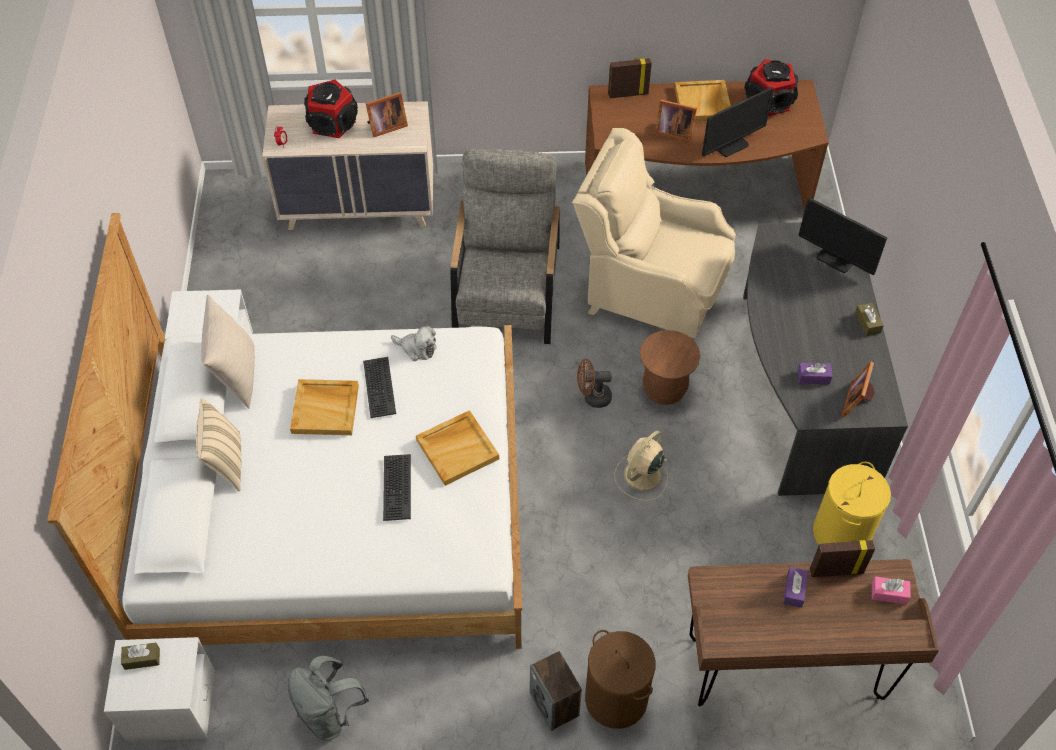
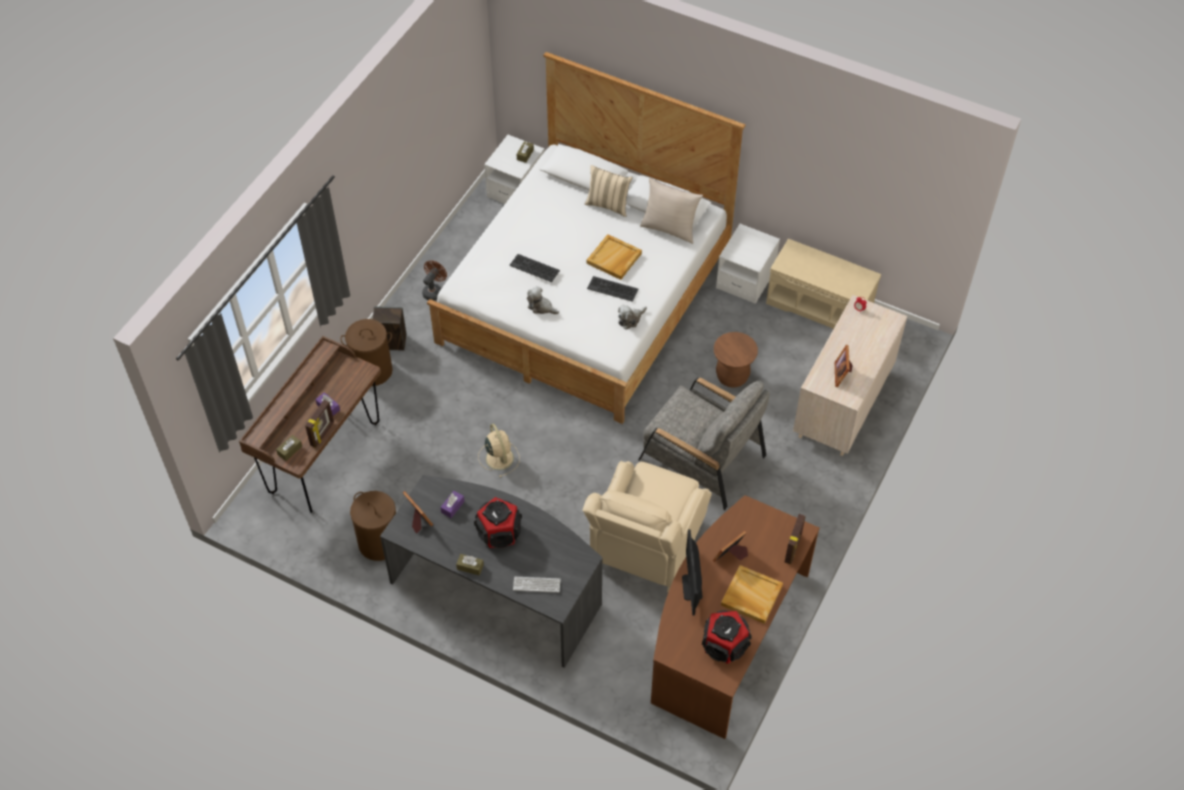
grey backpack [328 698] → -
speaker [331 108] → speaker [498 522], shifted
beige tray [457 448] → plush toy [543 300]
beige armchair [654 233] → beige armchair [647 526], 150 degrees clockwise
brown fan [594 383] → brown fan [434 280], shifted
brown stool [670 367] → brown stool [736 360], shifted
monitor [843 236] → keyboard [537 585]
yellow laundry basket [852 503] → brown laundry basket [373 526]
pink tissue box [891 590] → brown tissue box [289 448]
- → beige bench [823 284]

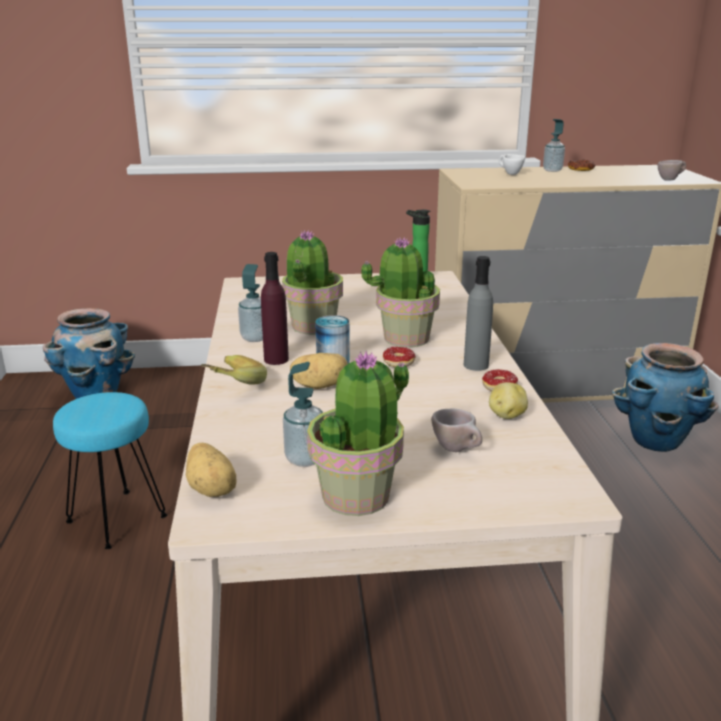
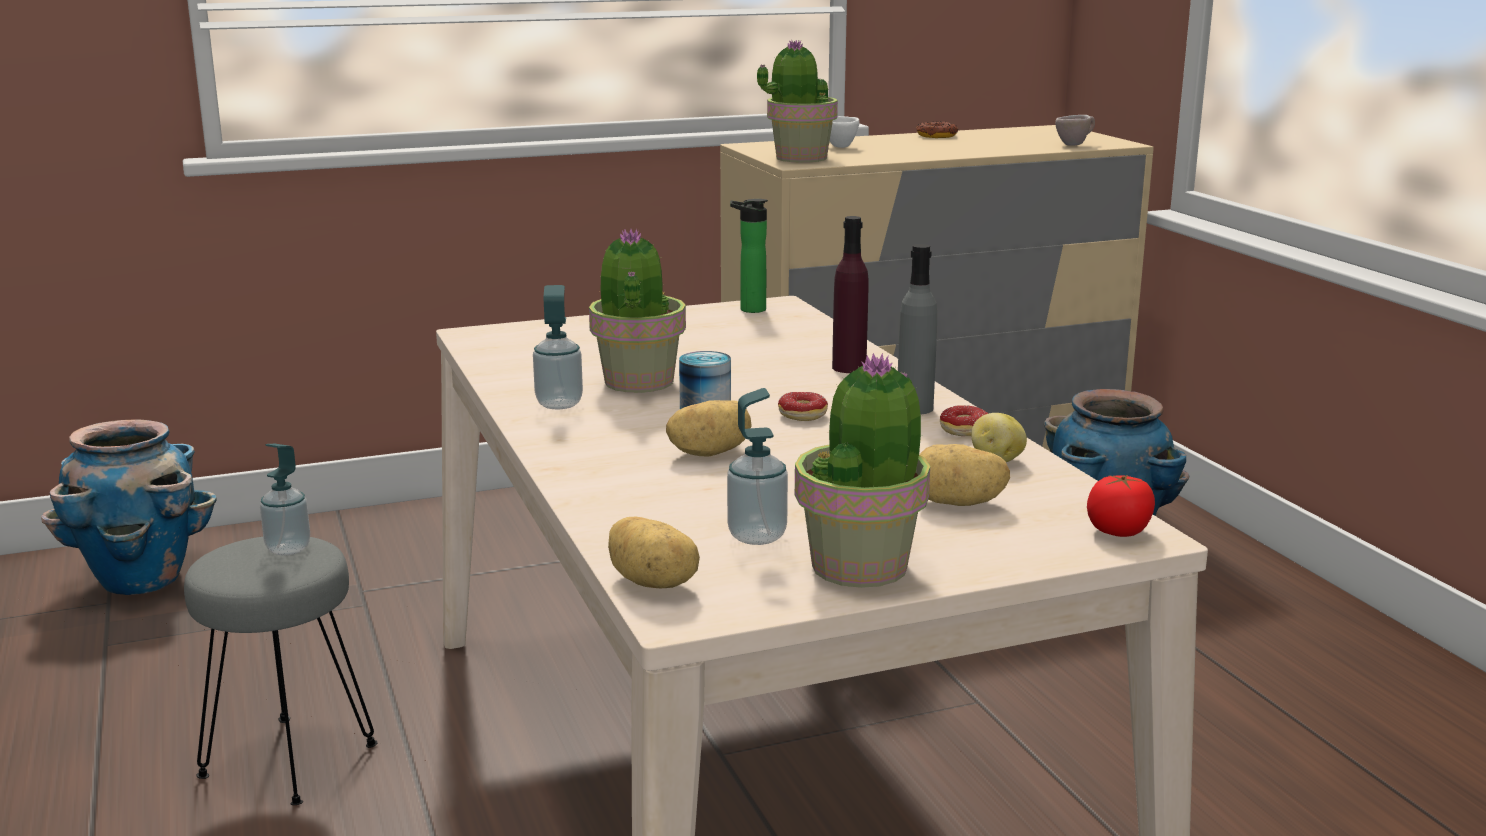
turquoise stool [110 470] → grey stool [281 671]
banana [234 369] → -
purple bottle [275 308] → purple bottle [850 294], shifted
potted plant [400 292] → potted plant [797 101], shifted
beige cup [456 430] → potato [965 475]
soap dispenser [554 145] → soap dispenser [285 500], shifted
- → tomato [1121 506]

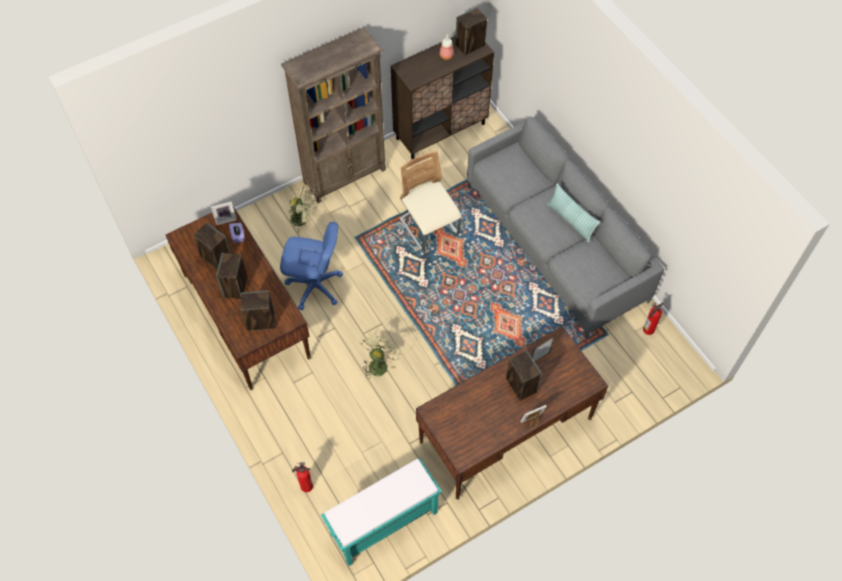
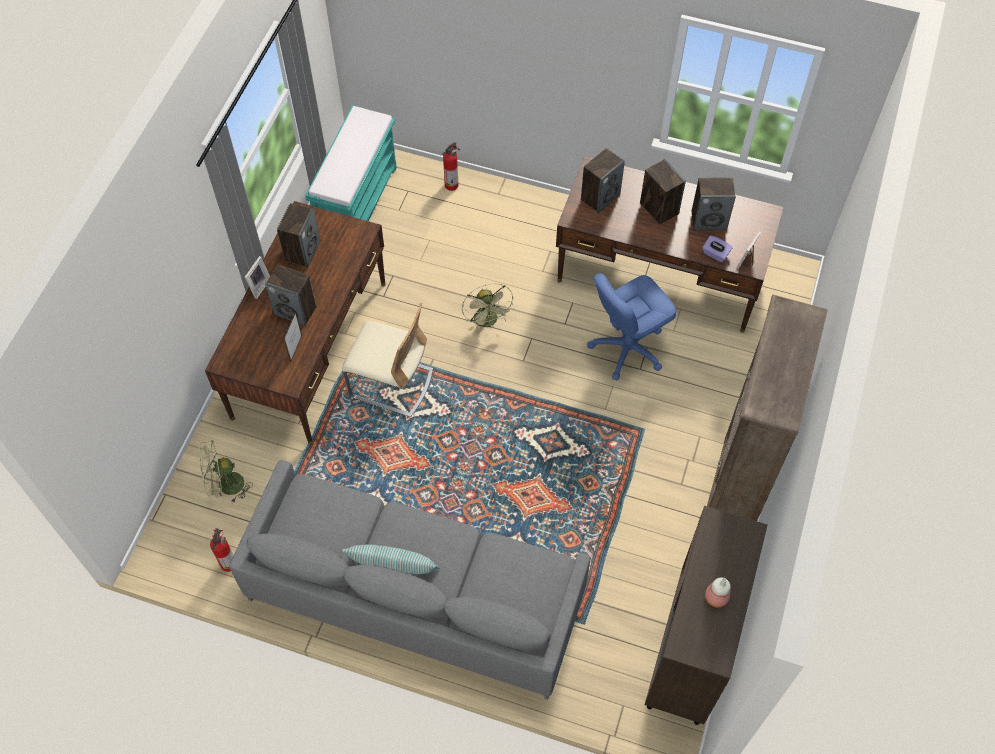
green fan [302 209] → green fan [226 471], shifted
beige chair [430 201] → beige chair [387 360], shifted
speaker [471 31] → speaker [298 235], shifted

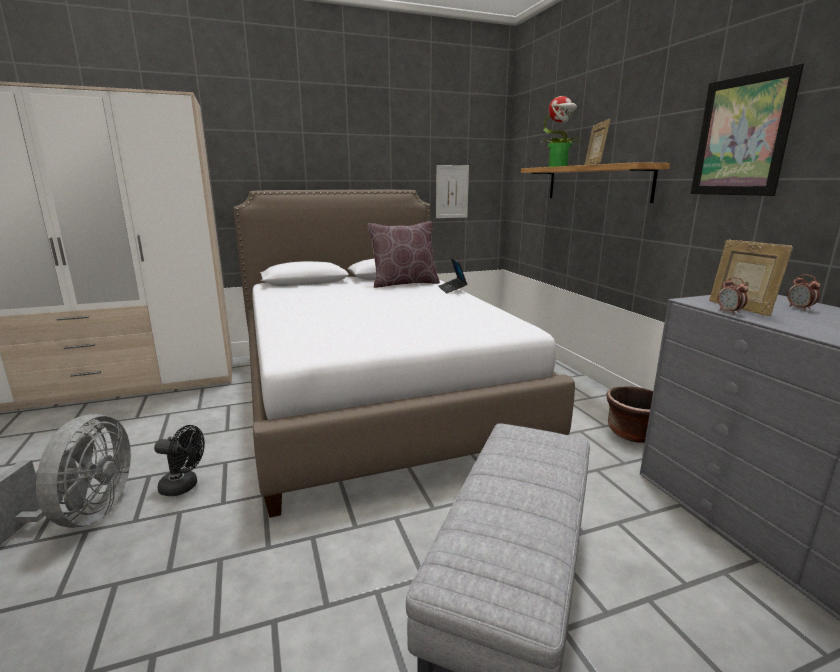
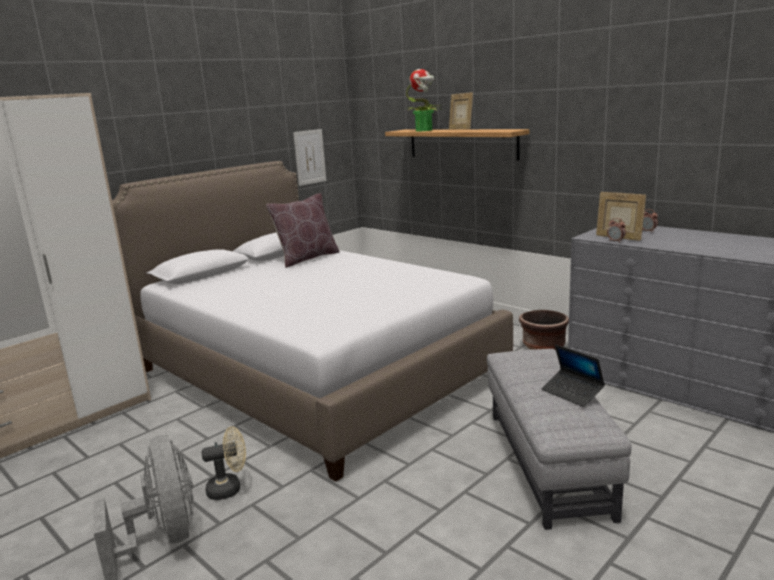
black fan [179 460] → beige fan [224 463]
laptop [452 275] → laptop [573 375], shifted
picture [747 129] → -

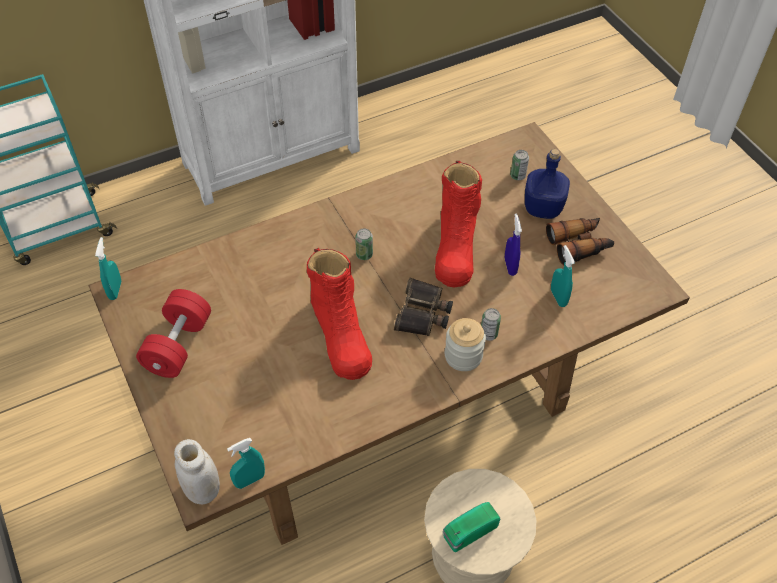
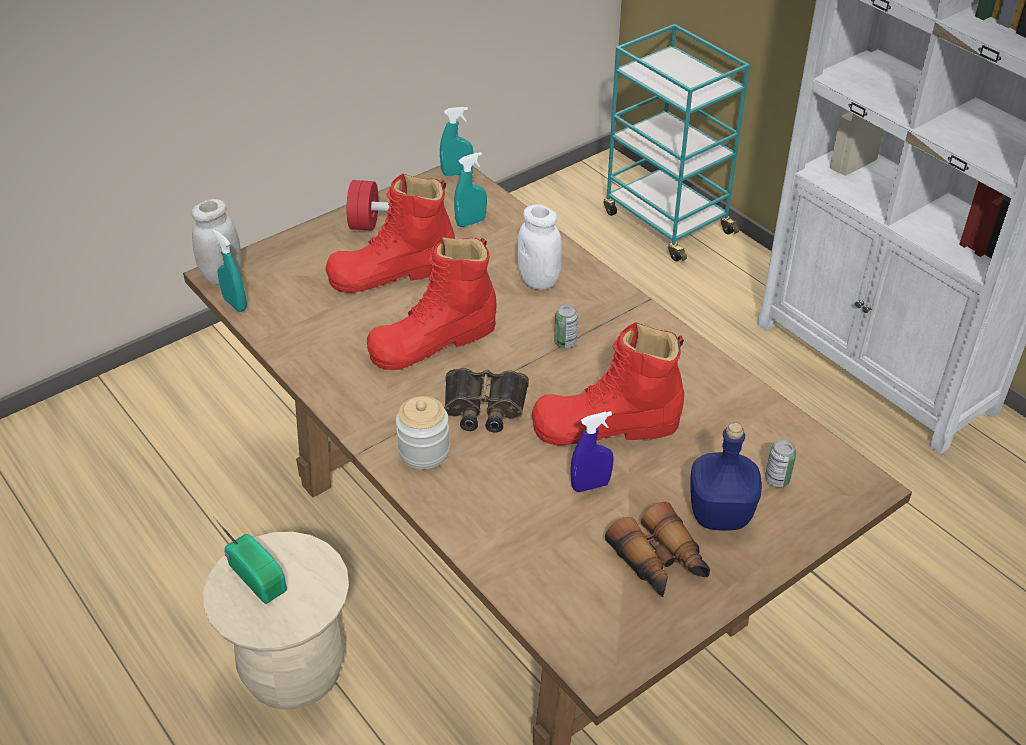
can [491 324] → -
turquoise spray bottle [563 276] → turquoise spray bottle [470 189], shifted
- → red boot [390 233]
- → white jar [539 247]

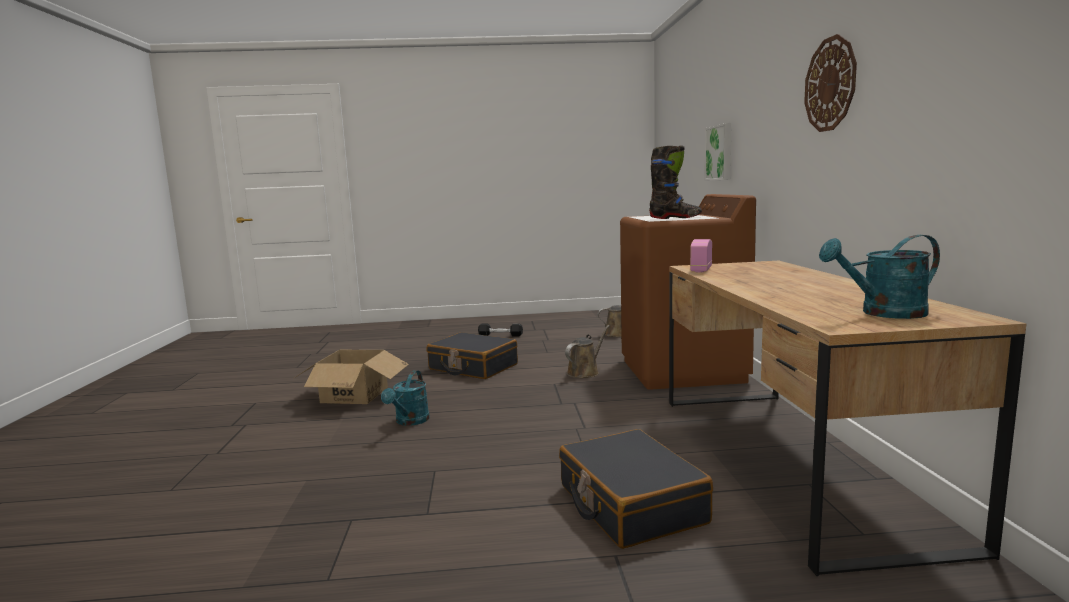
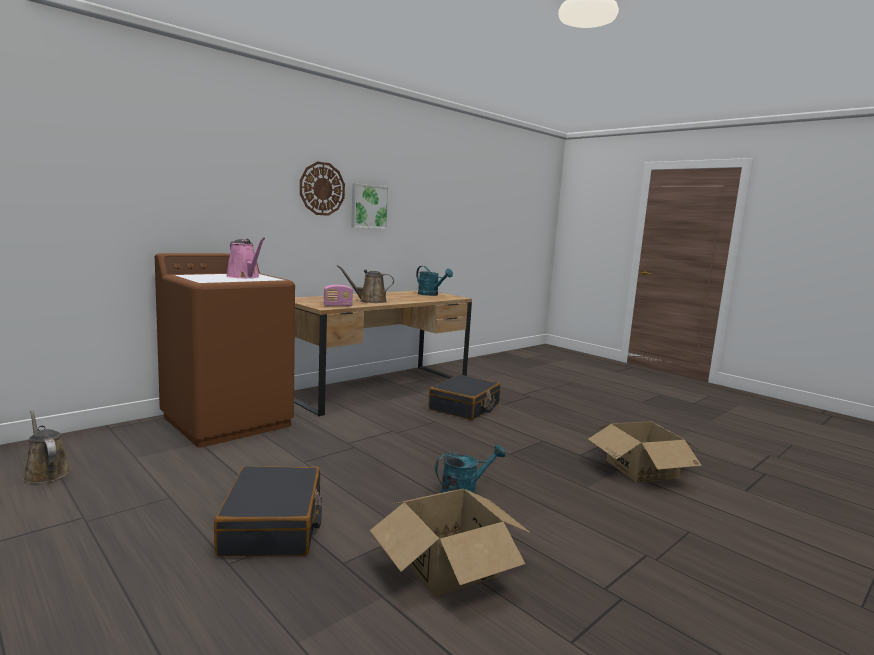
black dumbbell [500 330] → -
brown watering can [587 351] → brown watering can [365 284], shifted
black boot [675 182] → pink watering can [245 257]
picture [718 151] → picture [370 206], shifted
- → cardboard box [646 452]

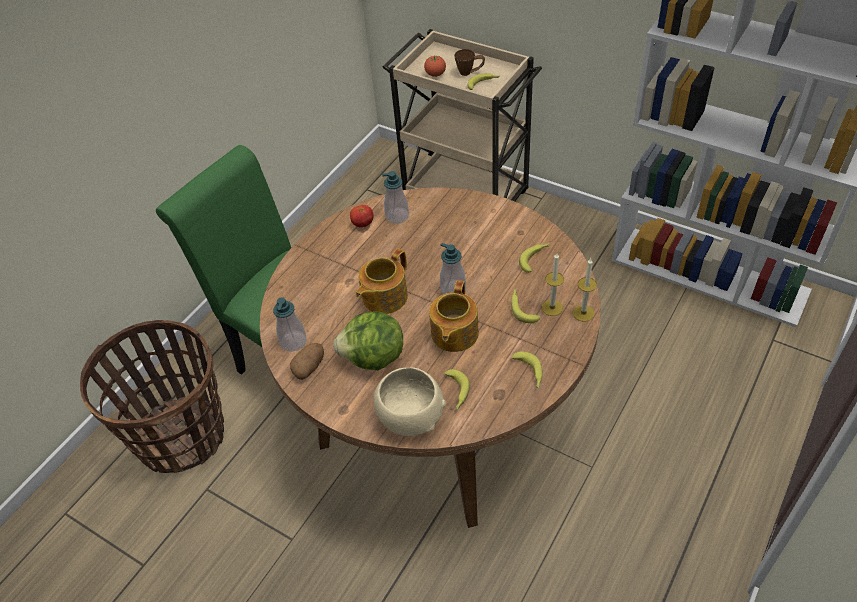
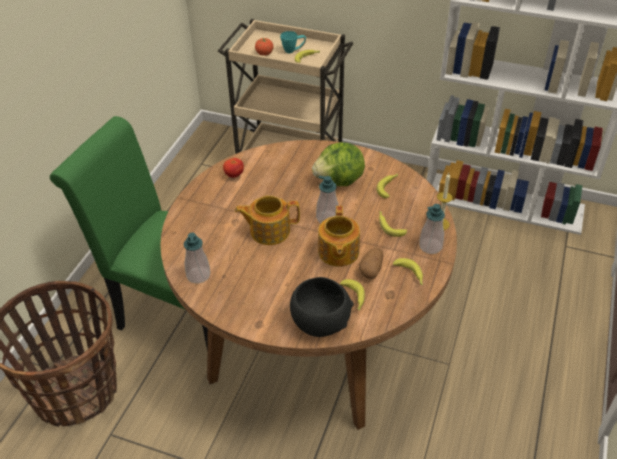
potato [307 361] → potato [371 263], shifted
lettuce [368 340] → lettuce [338 164], shifted
teapot [382 281] → teapot [267 220], 60 degrees clockwise
beige bowl [410 401] → black bowl [322 307]
soap dispenser [395 197] → soap dispenser [432 229], shifted
brown mug [469 62] → turquoise mug [293 42]
candle [553 284] → -

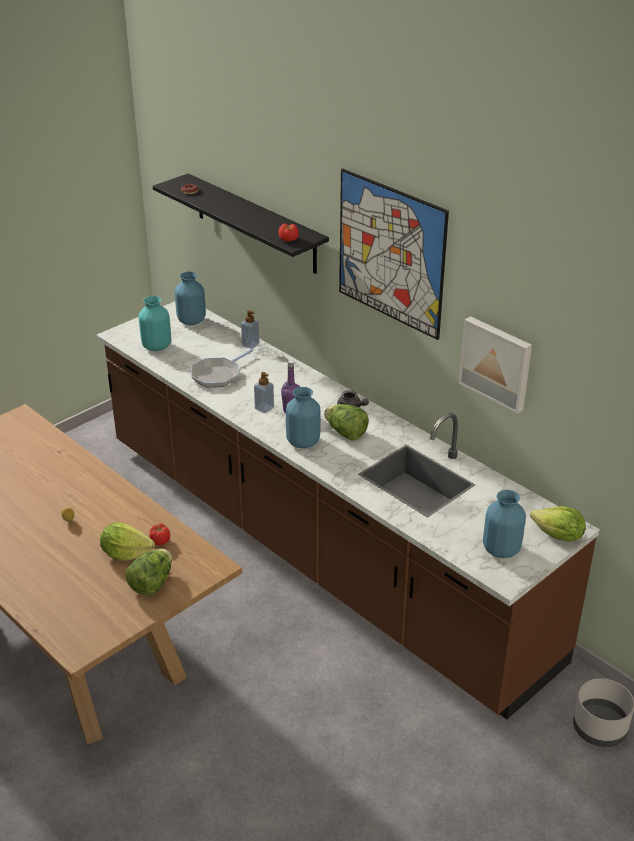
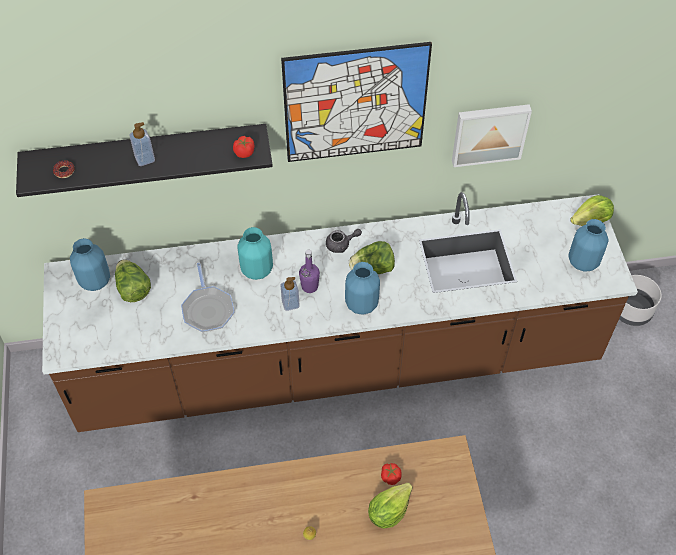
lettuce [149 572] → lettuce [133 281], shifted
turquoise vase [154 323] → turquoise vase [255 253], shifted
soap dispenser [250 329] → soap dispenser [142 144], shifted

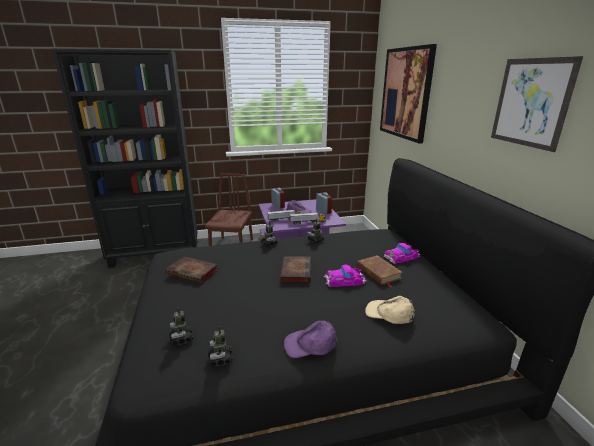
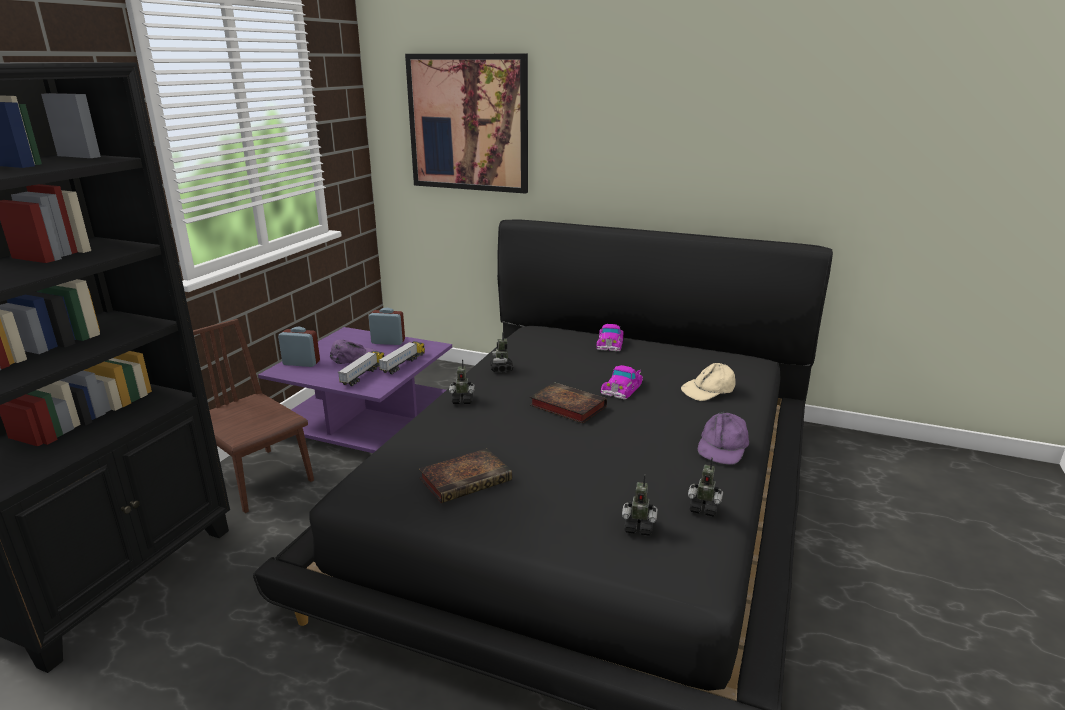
brown book [380 271] → -
picture [537 104] → -

